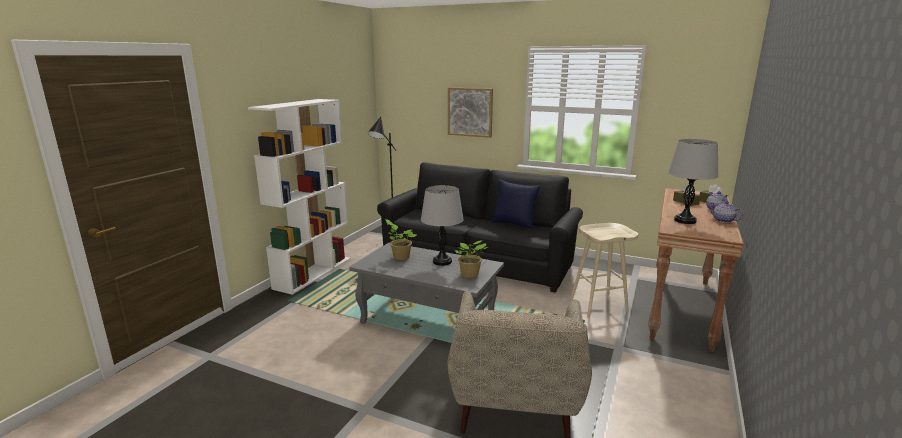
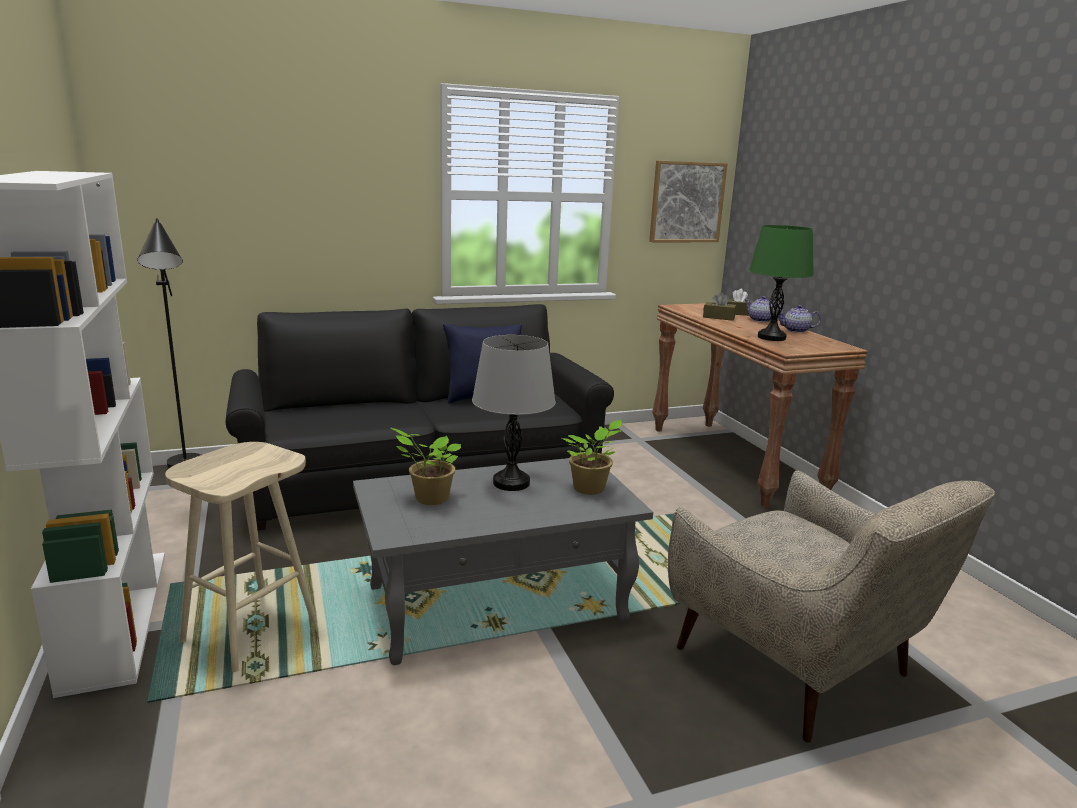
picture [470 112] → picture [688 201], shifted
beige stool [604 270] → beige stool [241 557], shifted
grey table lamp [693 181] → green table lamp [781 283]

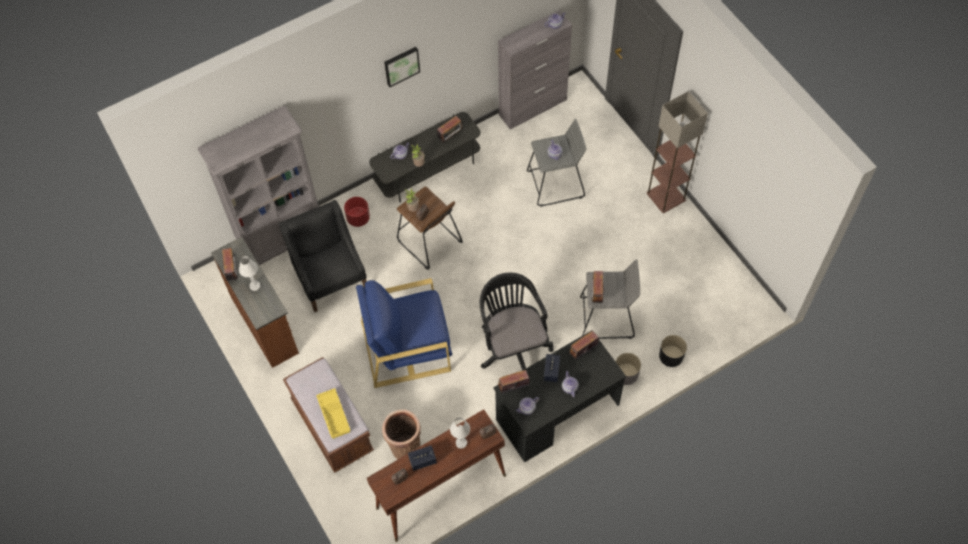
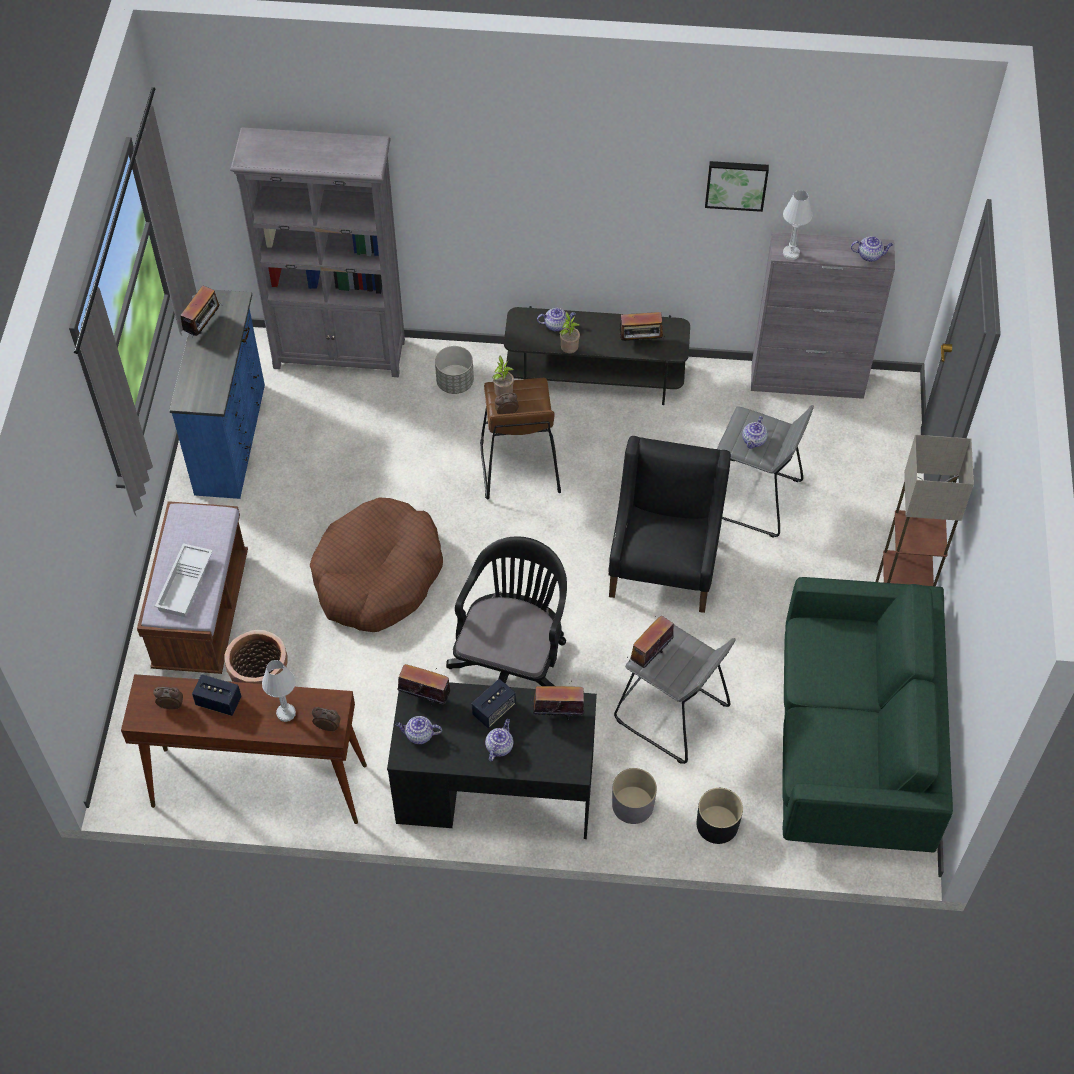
brown dresser [255 302] → blue dresser [217 394]
white table lamp [250 273] → white table lamp [798 225], shifted
black armchair [323 256] → black armchair [669 524], shifted
yellow tray [333 413] → white tray [184 580]
red planter [357 212] → grey planter [454 370]
blue armchair [404 333] → brown dog bed [376 564]
picture [402 67] → picture [737 186], shifted
- → green sofa [867 714]

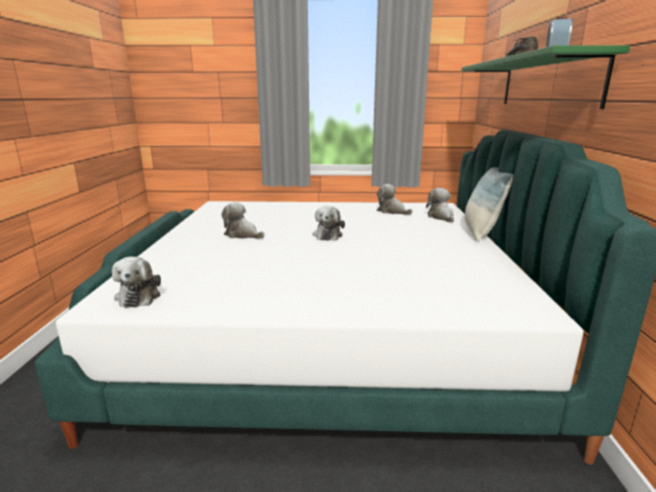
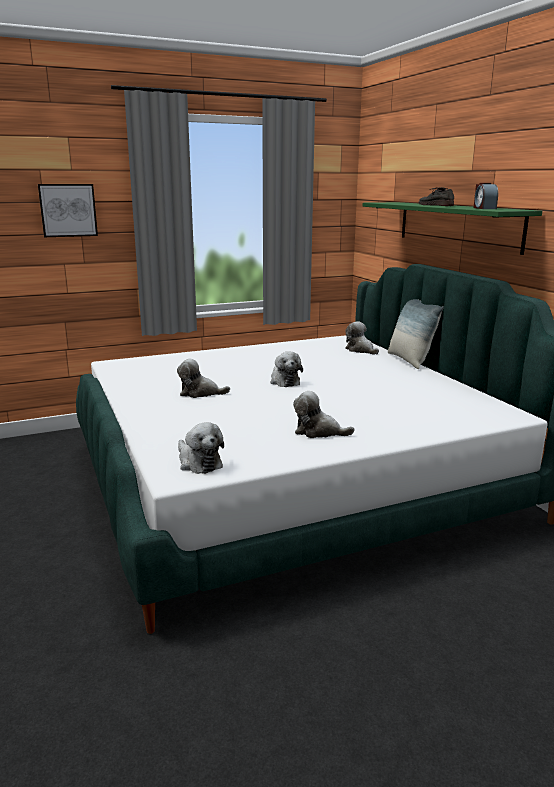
plush toy [395 199] → plush toy [324 414], shifted
- → picture [68 210]

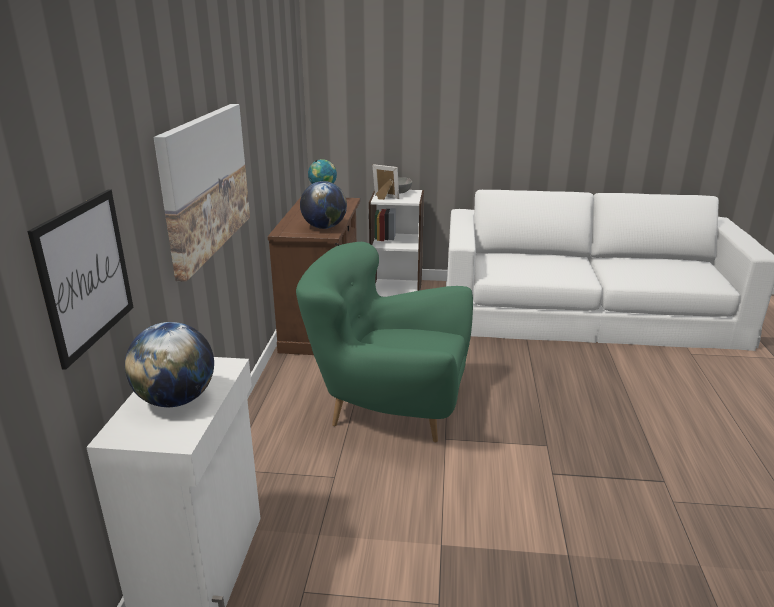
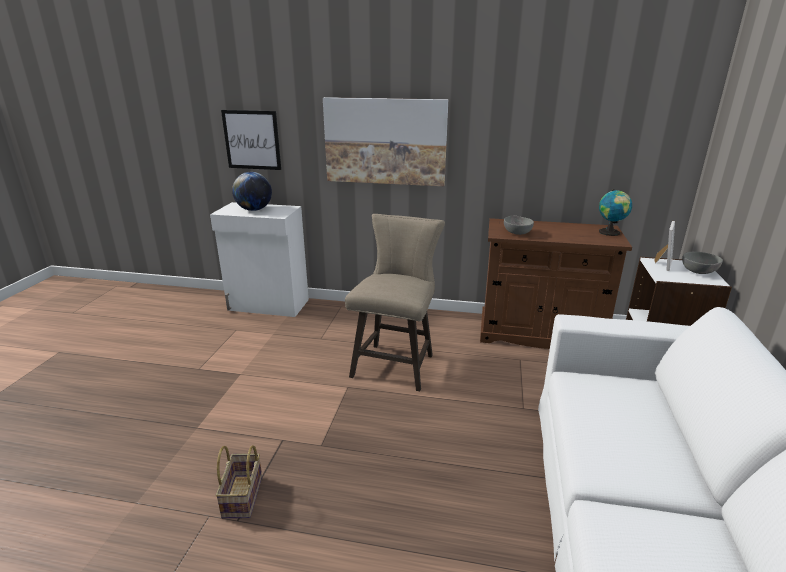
green armchair [384 342] → beige stool [395 302]
globe [323 205] → grey bowl [519 225]
- → basket [238 481]

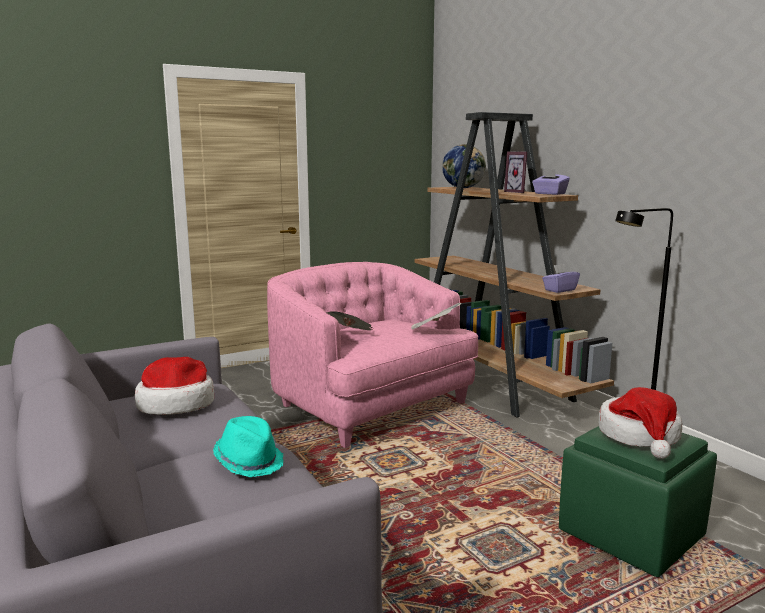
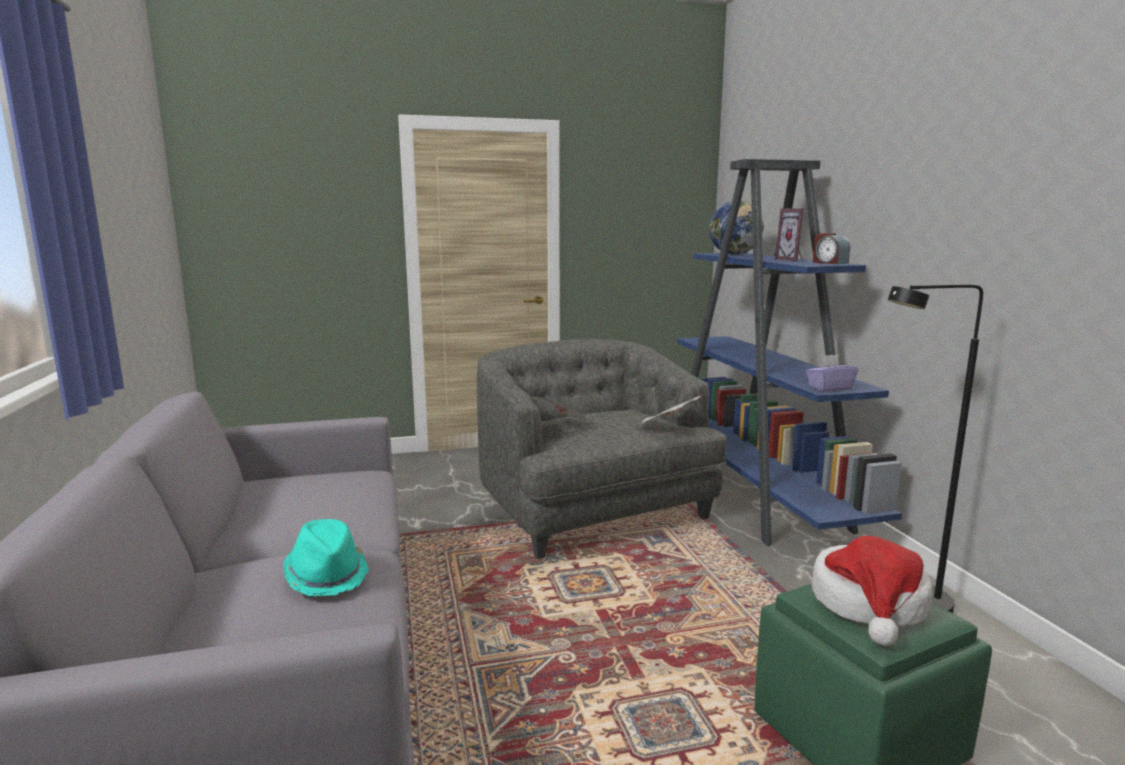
hat [174 386] → -
pink armchair [372 355] → grey armchair [602 449]
brown bookcase [514 265] → blue bookcase [789 352]
purple tissue box [551 182] → alarm clock [831 248]

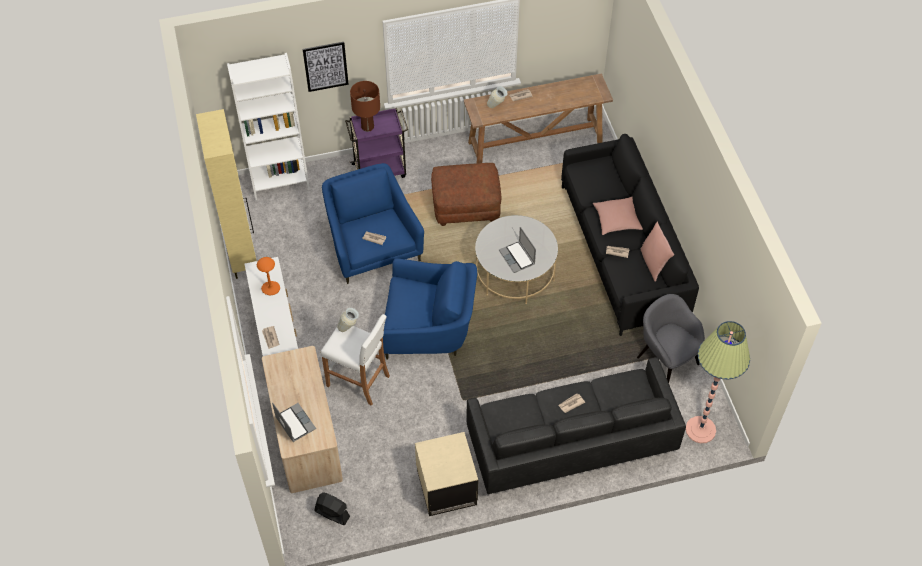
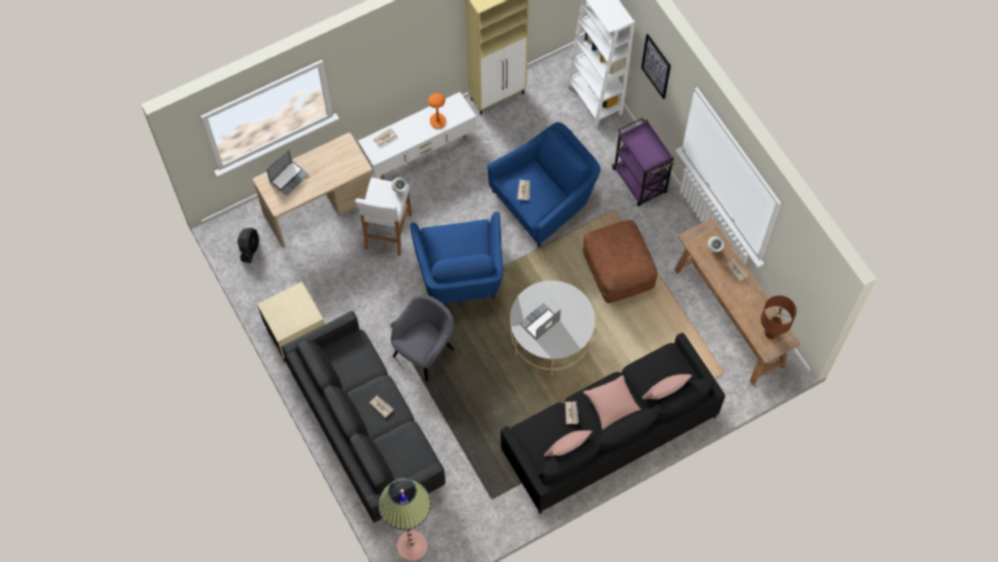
brown table lamp [365 106] → brown table lamp [779 317], shifted
grey armchair [671 338] → grey armchair [422 338], shifted
- → pink pillow [667 386]

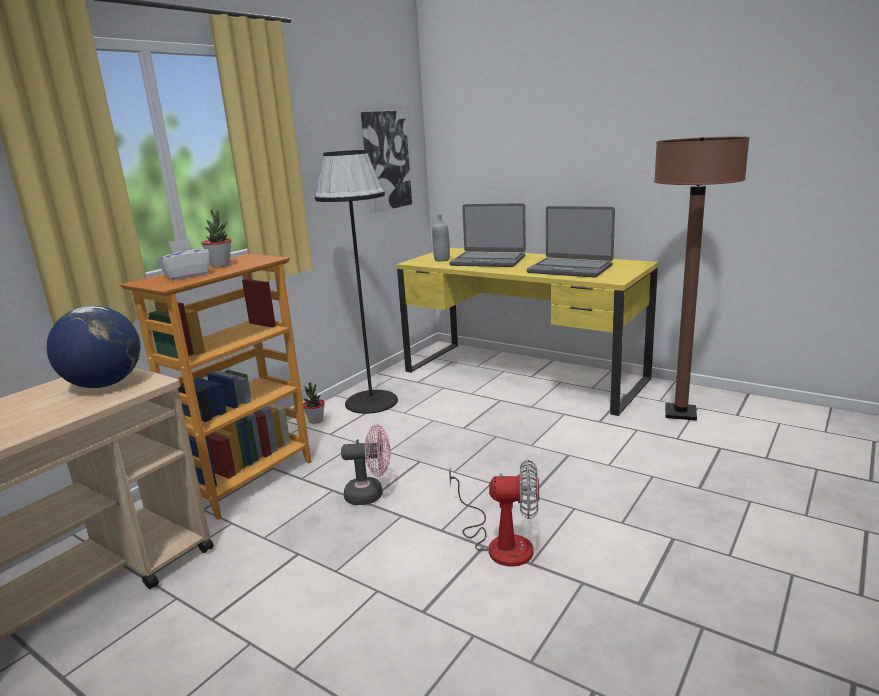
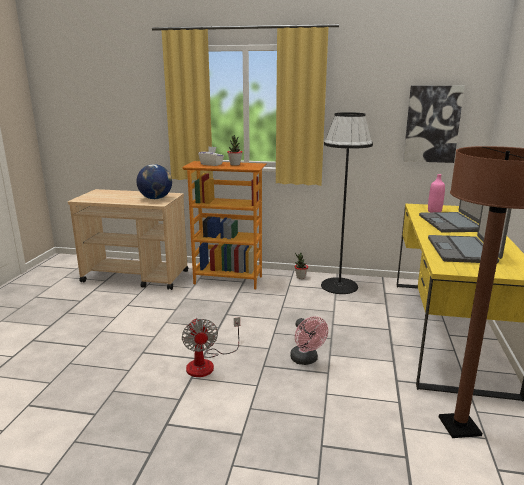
pink fan [366 464] → pink fan [309 340], shifted
grey bottle [441 238] → pink bottle [436 193]

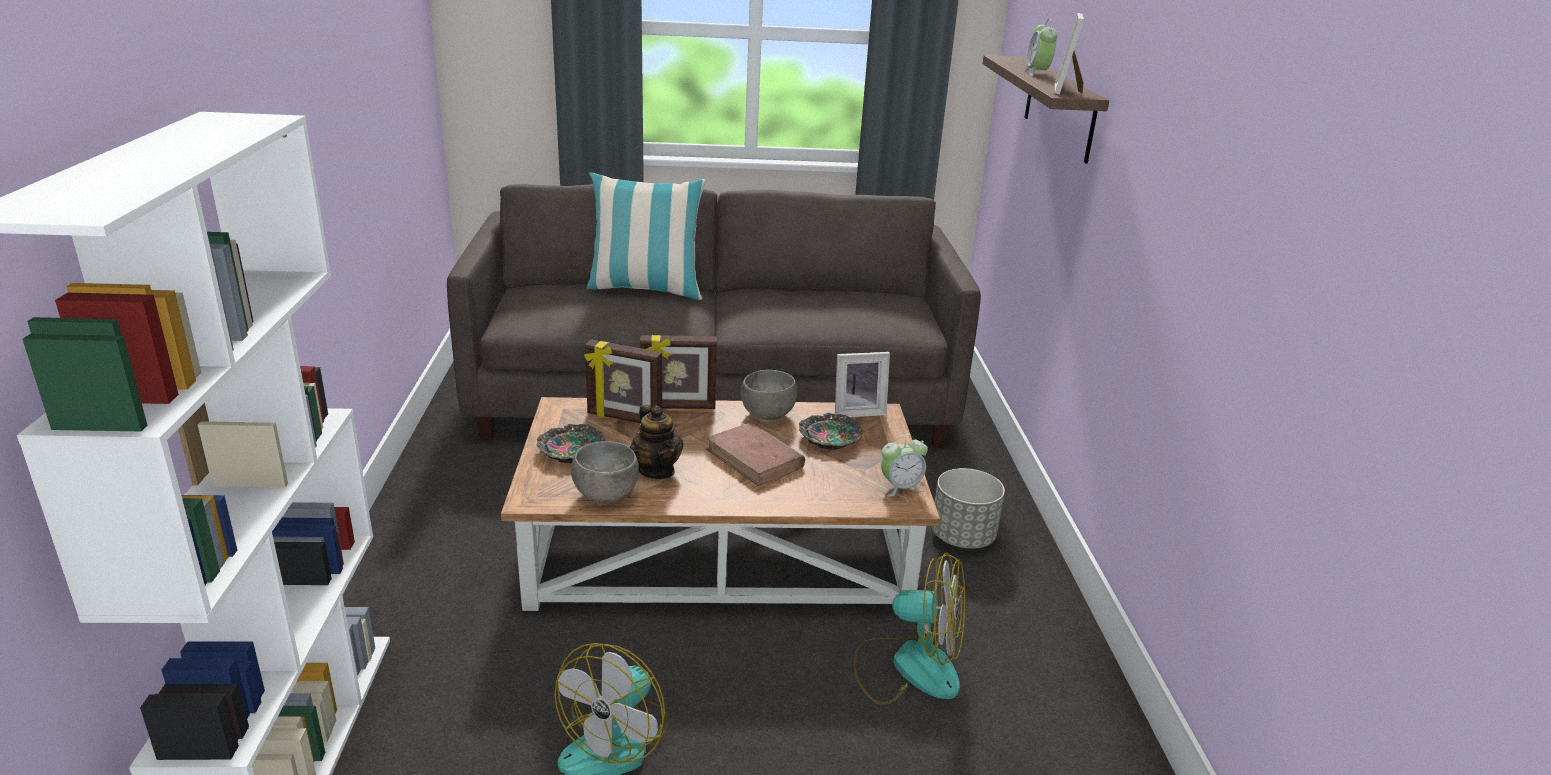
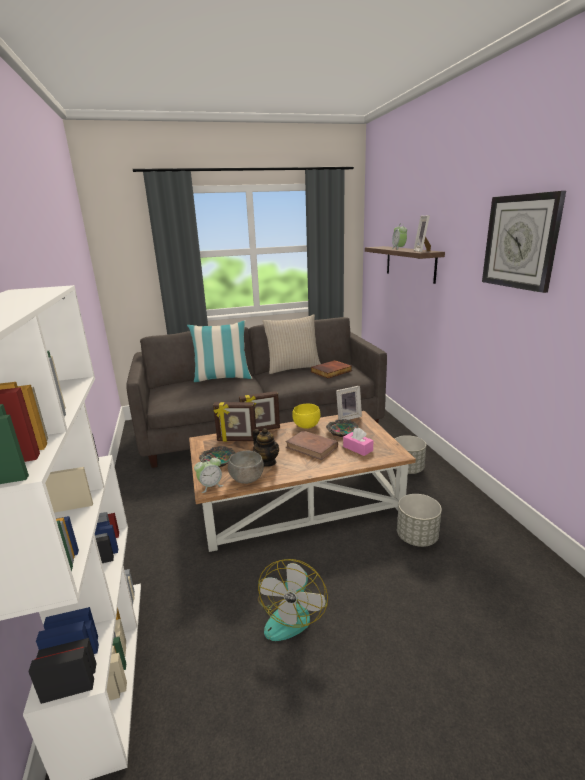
grey bowl [769 395] → yellow bowl [306 416]
fan [909 629] → grey planter [419 520]
alarm clock [904 465] → alarm clock [209 474], shifted
- → beige pillow [291 344]
- → book [331 369]
- → pink tissue box [358 442]
- → wall clock [524 242]

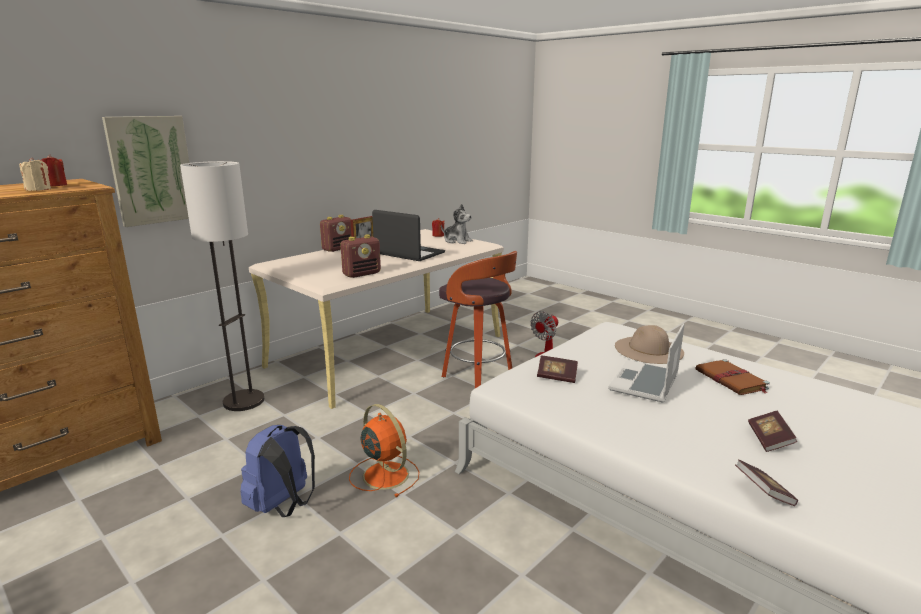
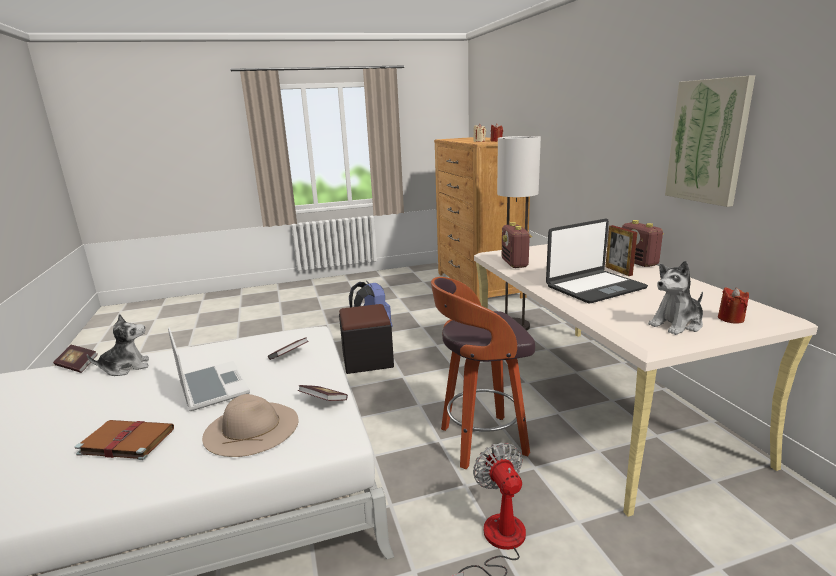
picture [145 171] → picture [710 141], shifted
orange fan [384 450] → black ottoman [366 339]
book [772 431] → book [323 393], shifted
- → plush toy [118 344]

